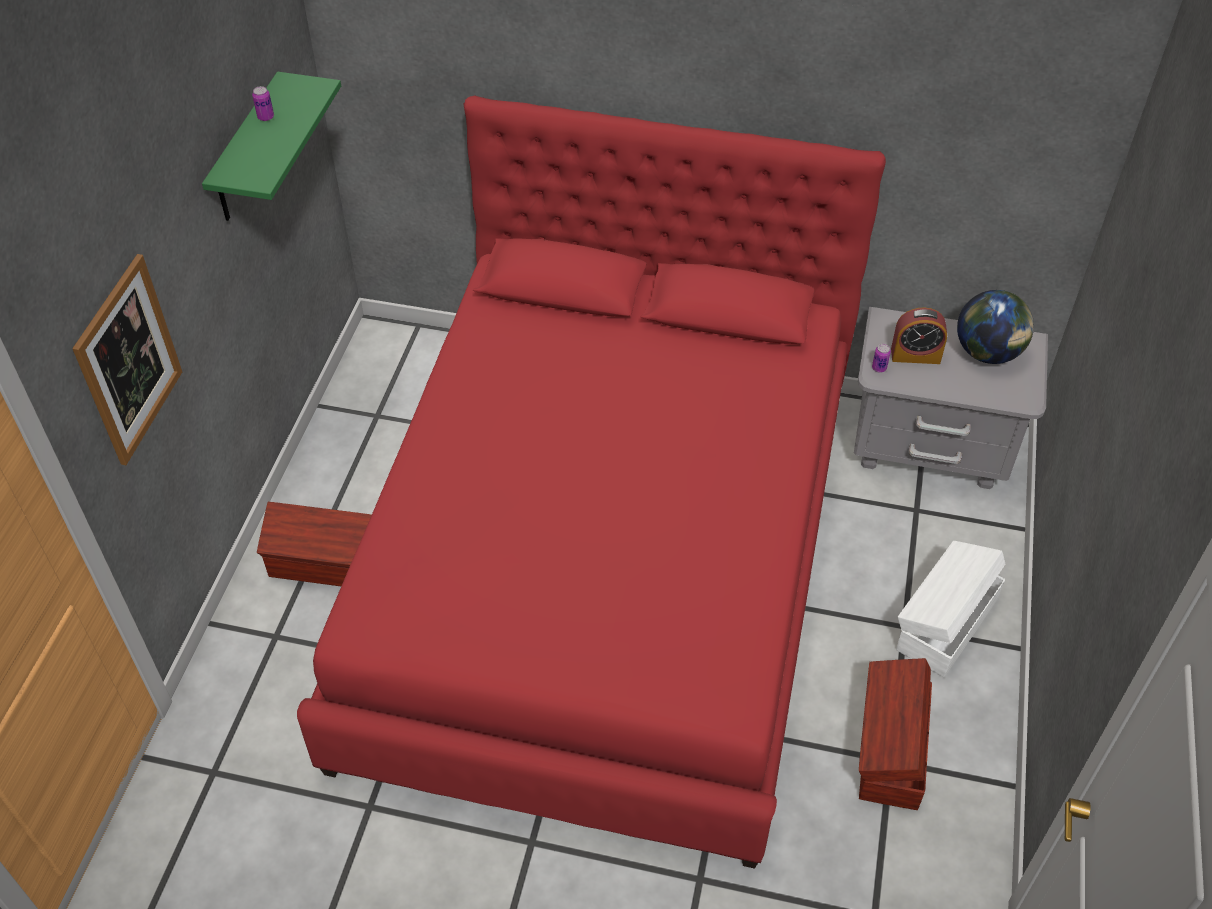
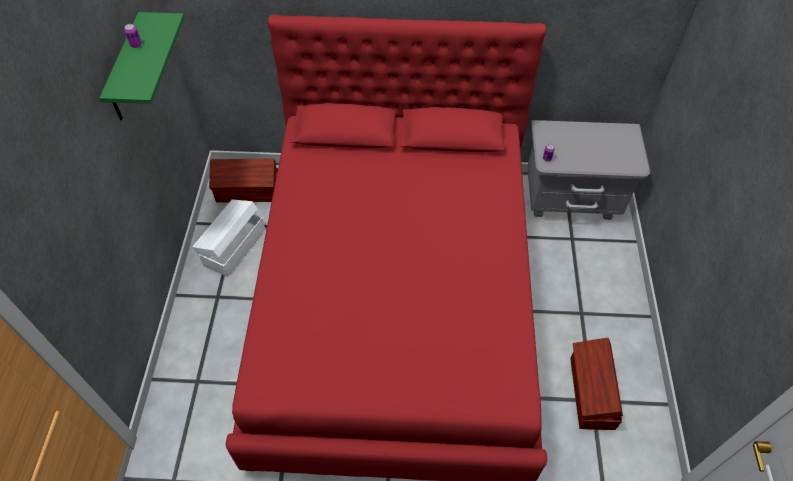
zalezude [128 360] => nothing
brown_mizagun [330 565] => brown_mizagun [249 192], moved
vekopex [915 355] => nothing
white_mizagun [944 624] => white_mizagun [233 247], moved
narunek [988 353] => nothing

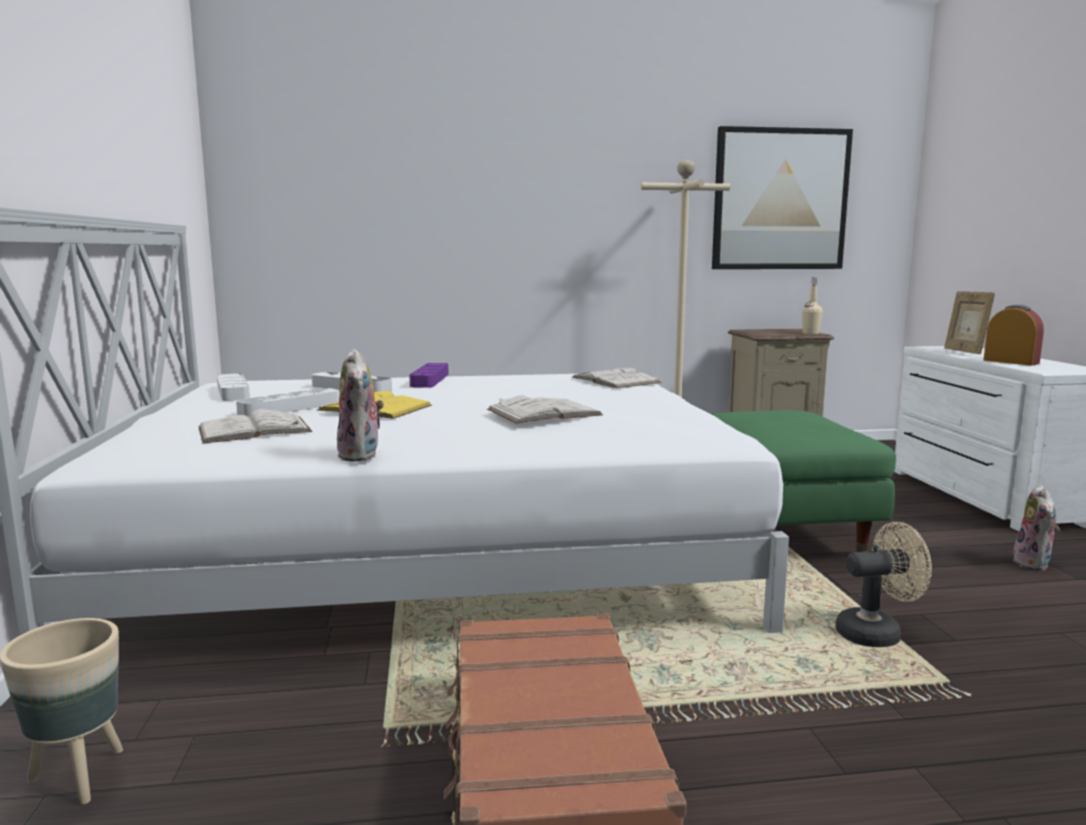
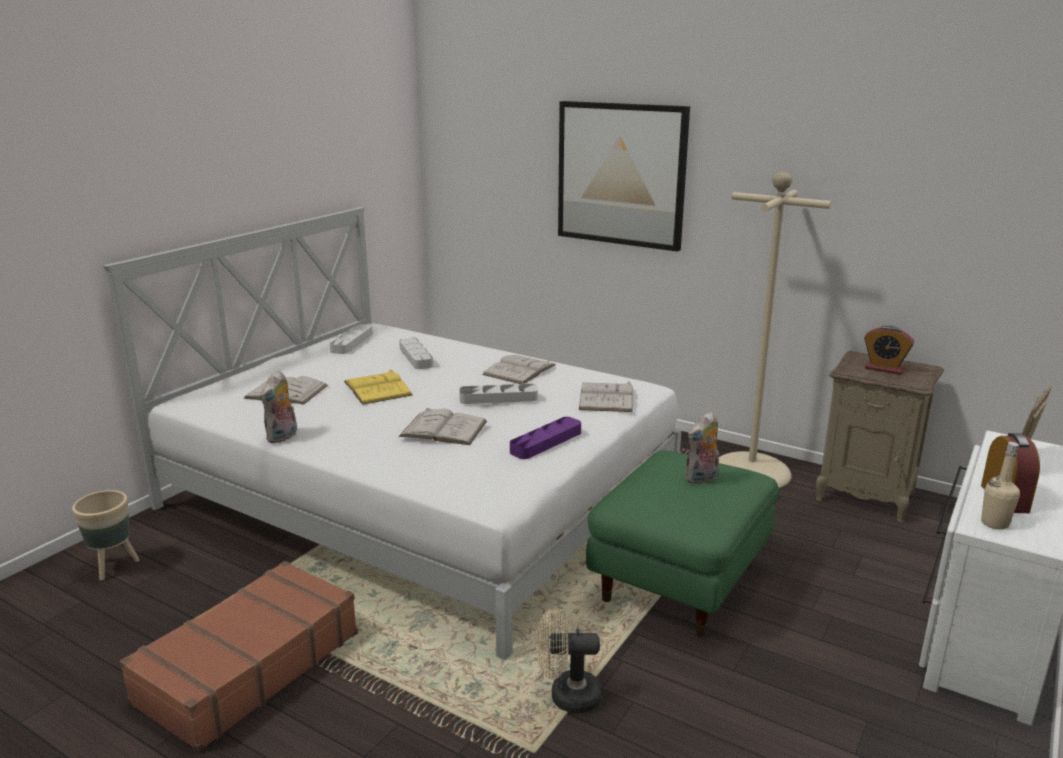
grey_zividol [290 408] => grey_zividol [498 398], moved
purple_zividol [430 380] => purple_zividol [546 442], moved
zalezude [780 200] => zalezude [621 174], moved
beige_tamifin [810 333] => beige_tamifin [994 523], moved
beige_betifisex [877 633] => beige_betifisex [566 696], 150 degrees clockwise
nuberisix [1034 564] => nuberisix [702 479], moved
nothing => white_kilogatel [519 370]
nothing => vekopex [884 369]

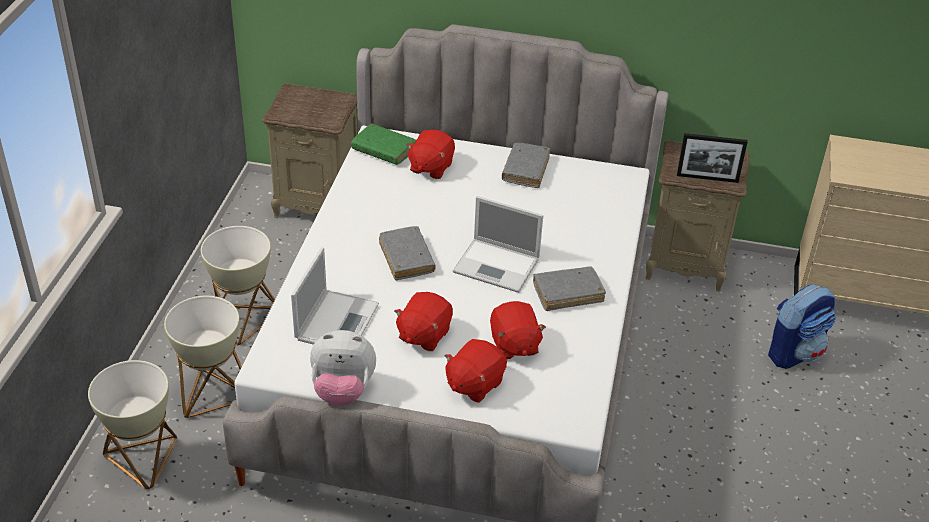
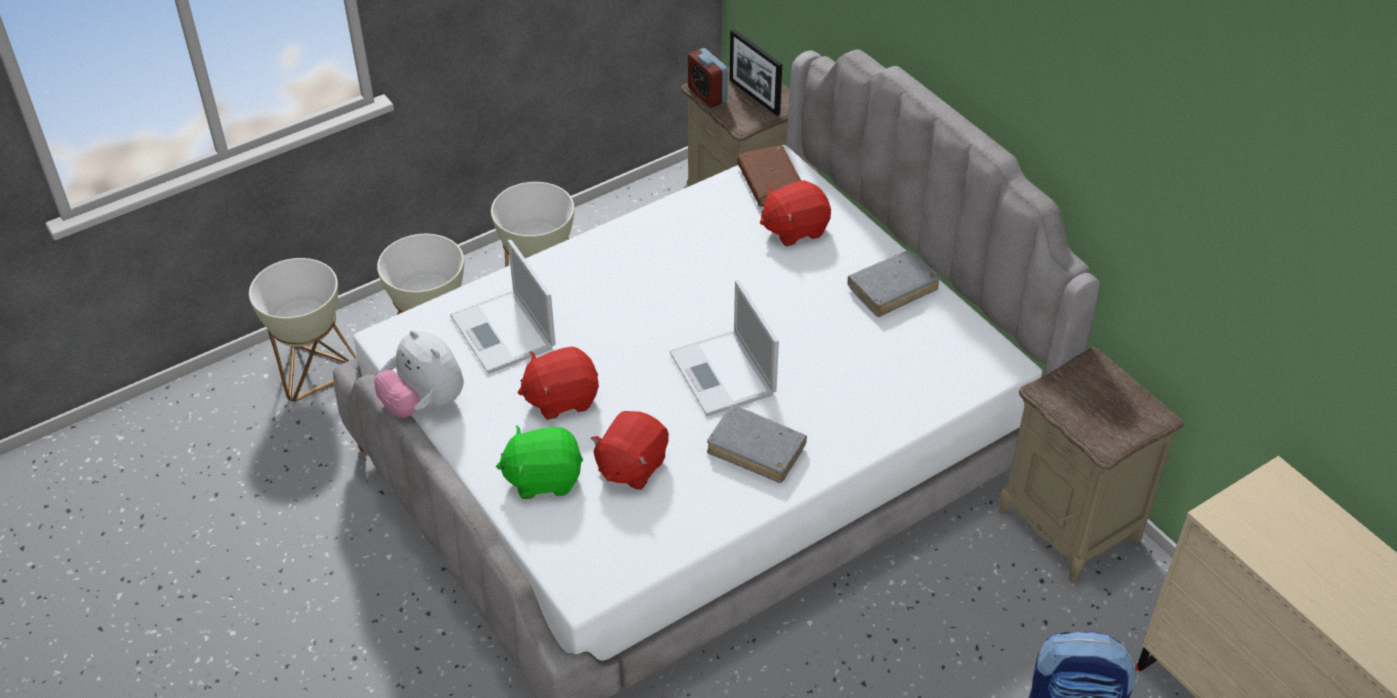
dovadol [337 320] => dovadol [504 333], 90 degrees clockwise
green_kilogatel [384 150] => brown_kilogatel [770 183]
grey_kilogatel [406 258] => nothing
red_nuberisix [474 384] => green_nuberisix [543 478]
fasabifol [707 178] => fasabifol [754 97], moved
nothing => vekopex [707 95]

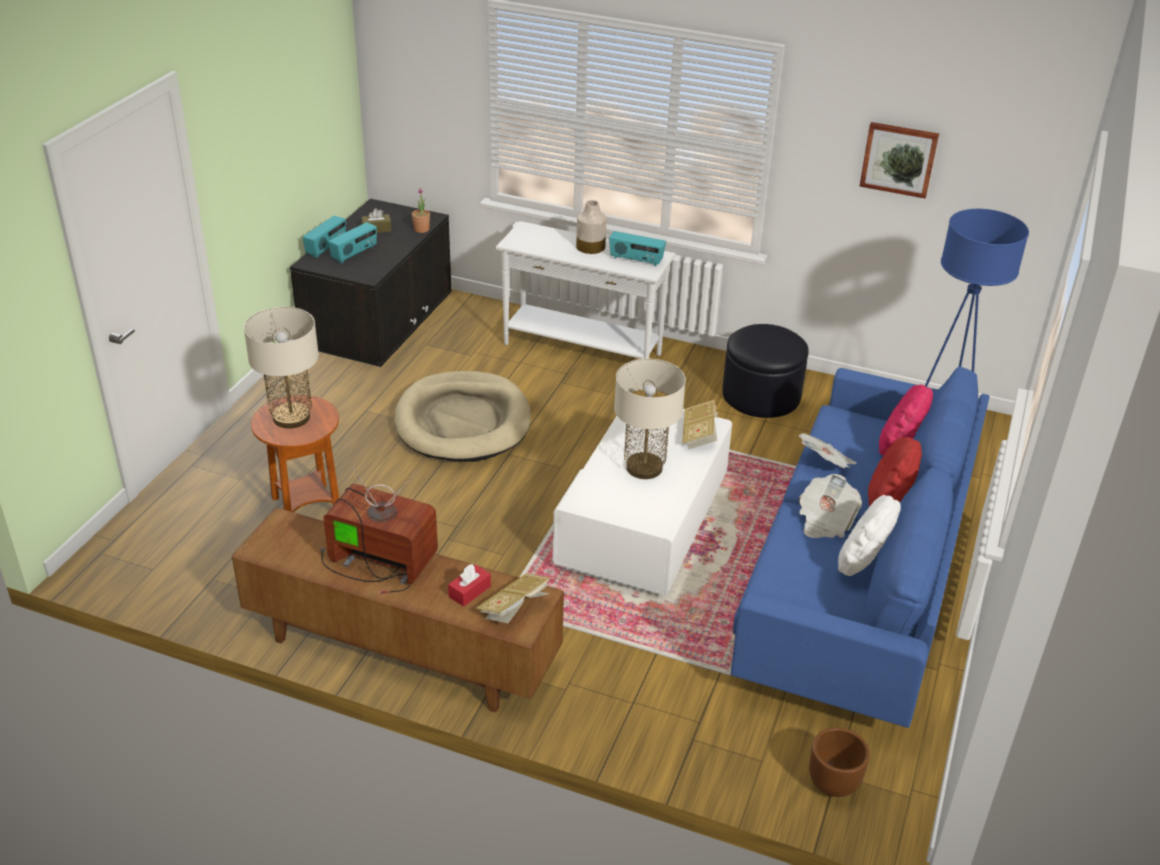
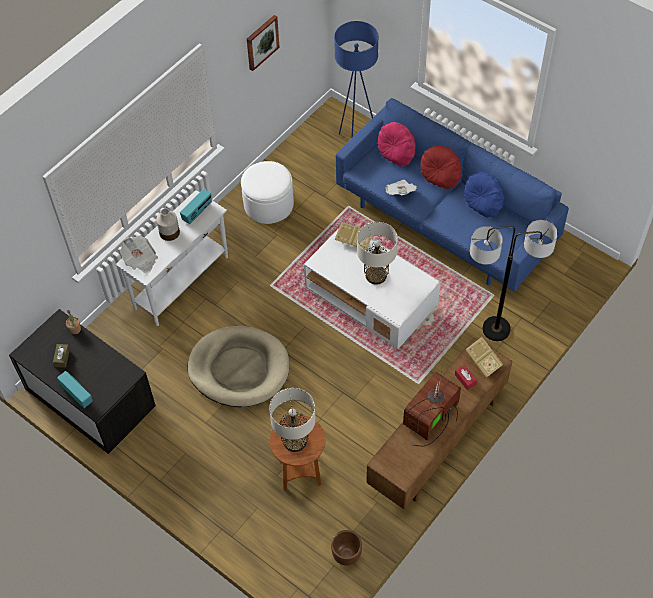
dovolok [354 254] => nothing
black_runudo [761 395] => white_runudo [268 204]
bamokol [825 521] => bamokol [140 260], moved
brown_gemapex [832 784] => brown_gemapex [346 555], moved
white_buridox [863 565] => blue_buridox [482 207]
nothing => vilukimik [496 329]

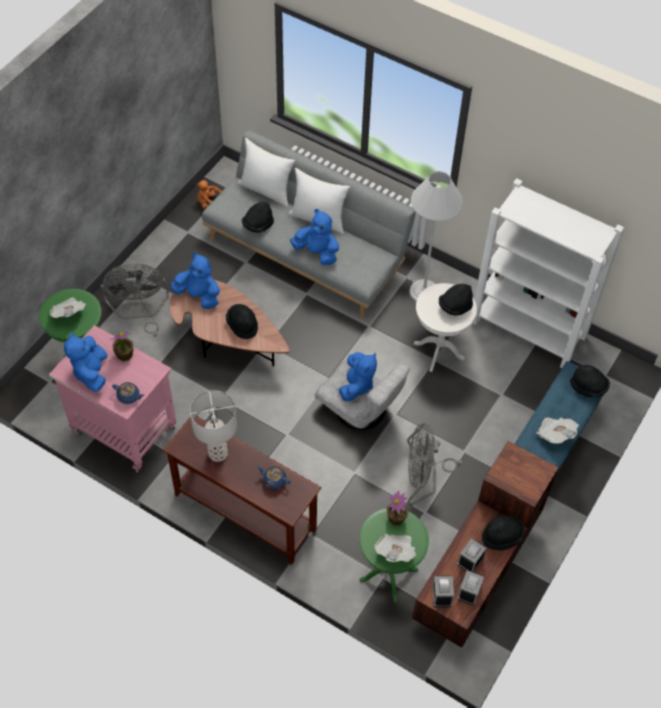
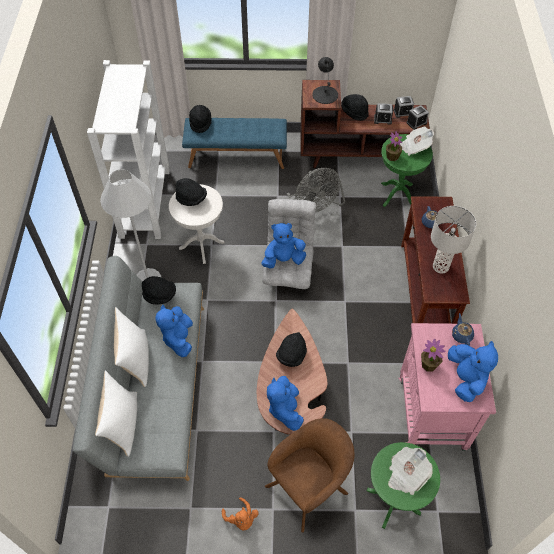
blue_nuberisix [91 372] => blue_nuberisix [466 378], 60 degrees counterclockwise
grey_betifisex [140 310] => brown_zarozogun [310 487]
orange_nuberisix [210 203] => orange_nuberisix [241 519], moved
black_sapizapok [258 225] => black_sapizapok [160 295], moved
bamokol [555 434] => nothing
nothing => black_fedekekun [325 94]

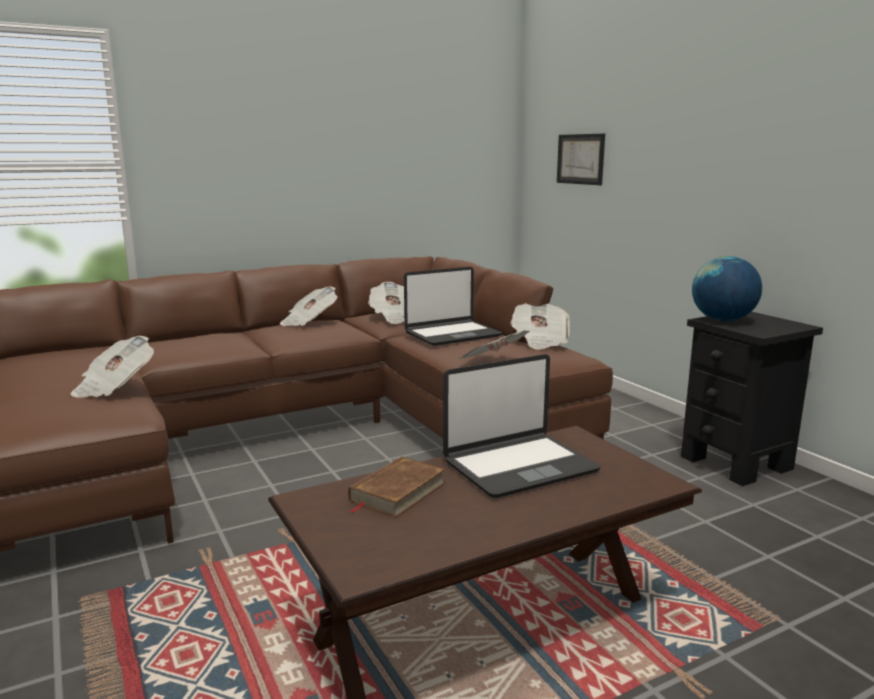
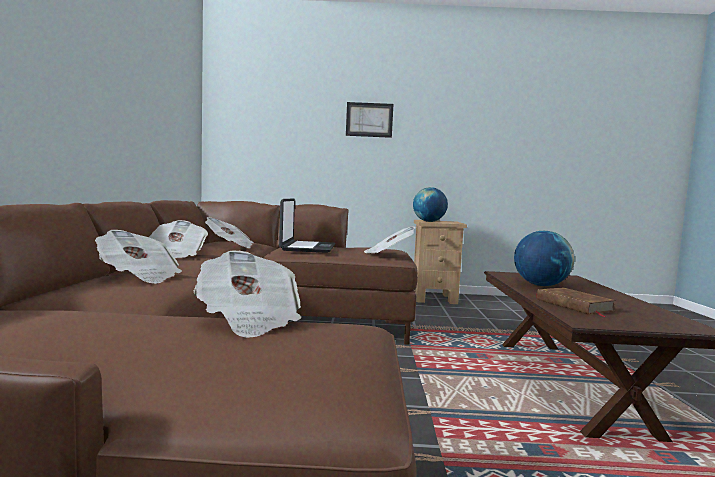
dovadol [519 466] => narunek [540 285]
bamokol [540 341] => bamokol [140 277], moved
zalezude [580 159] => zalezude [369 120], moved
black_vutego [735 463] => beige_vutego [434 298]

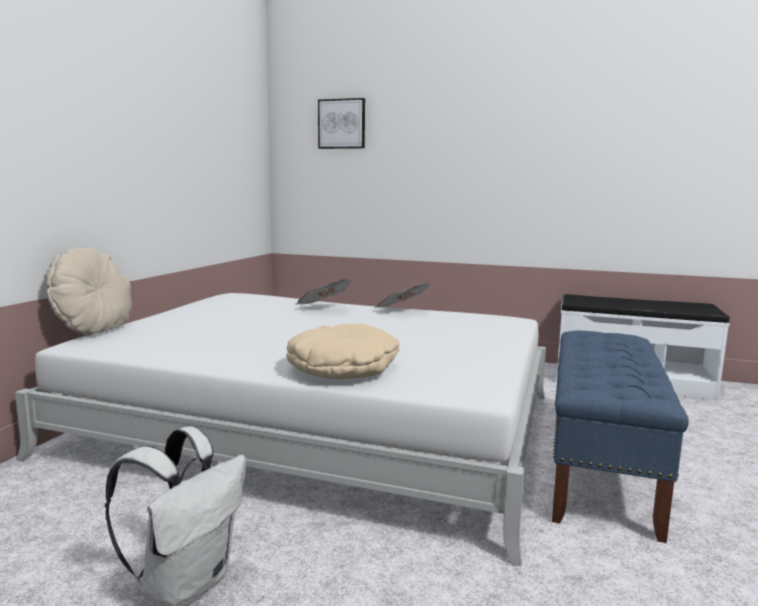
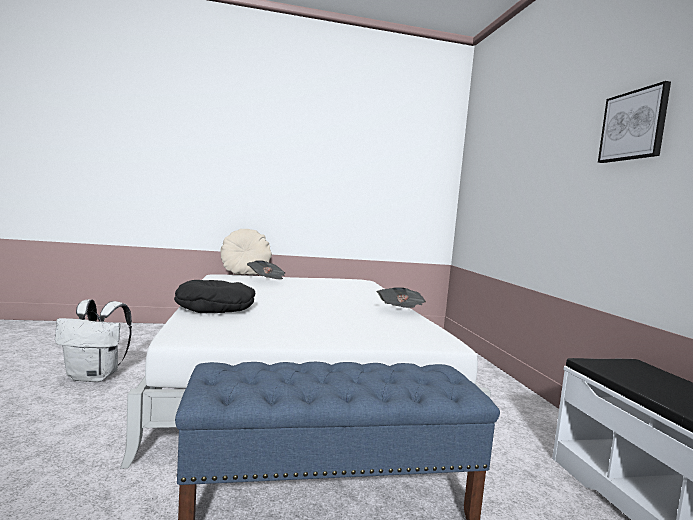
beige_buridox [341 368] => black_buridox [215 308]
bamokol [323 308] => bamokol [267 281], moved
zalezude [342 124] => zalezude [633 125], moved

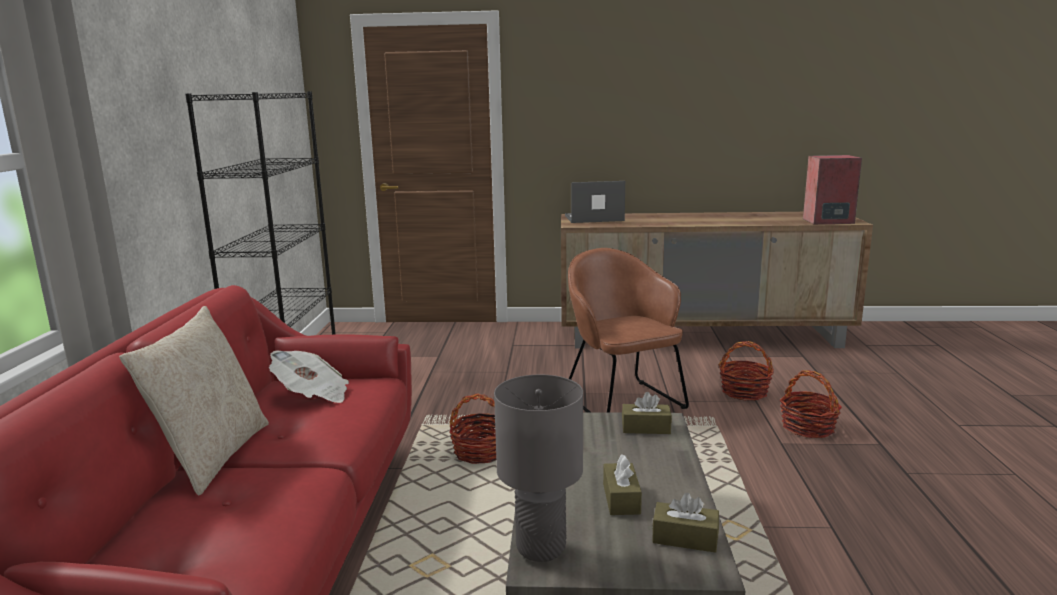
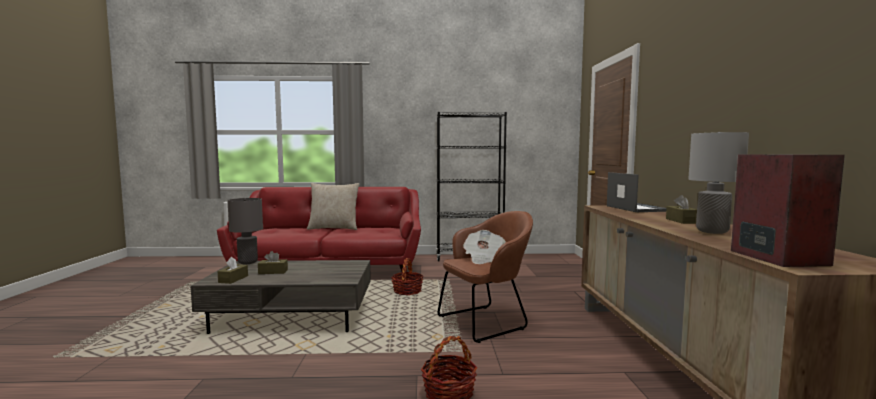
bamokol [313 395] => bamokol [483 258], moved
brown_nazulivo [646 428] => brown_nazulivo [681 221], moved
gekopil [744 392] => nothing
nothing => grey_fedekekun [711 232]

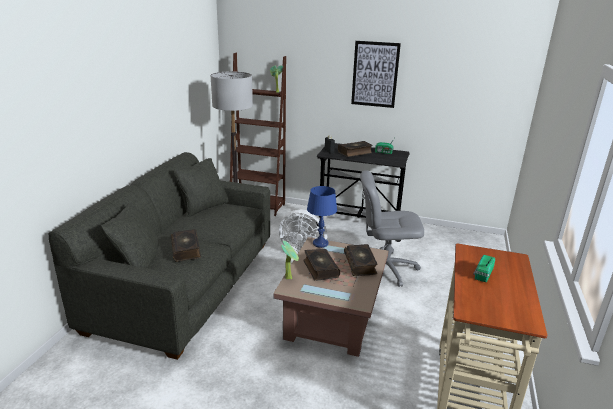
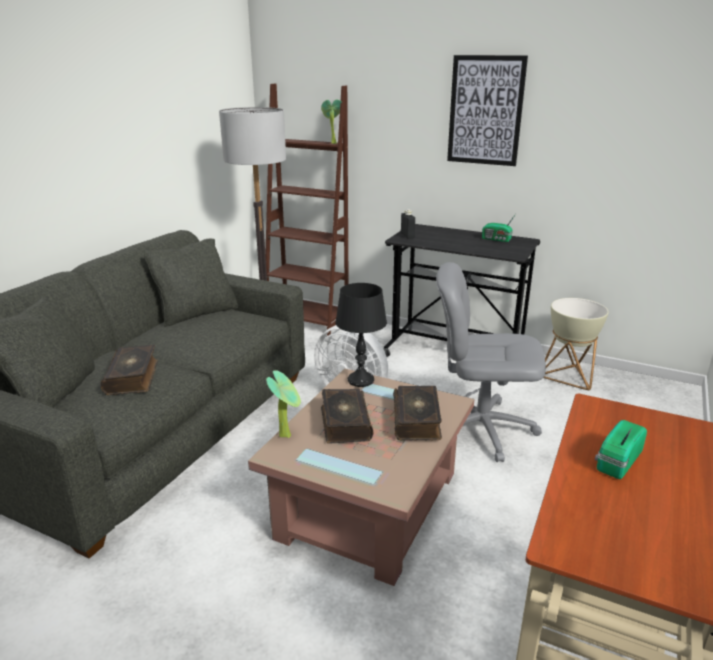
blue_fedekekun [320 243] => black_fedekekun [360 380]
kilogatel [355 153] => nothing
nothing => gemapex [568 377]

